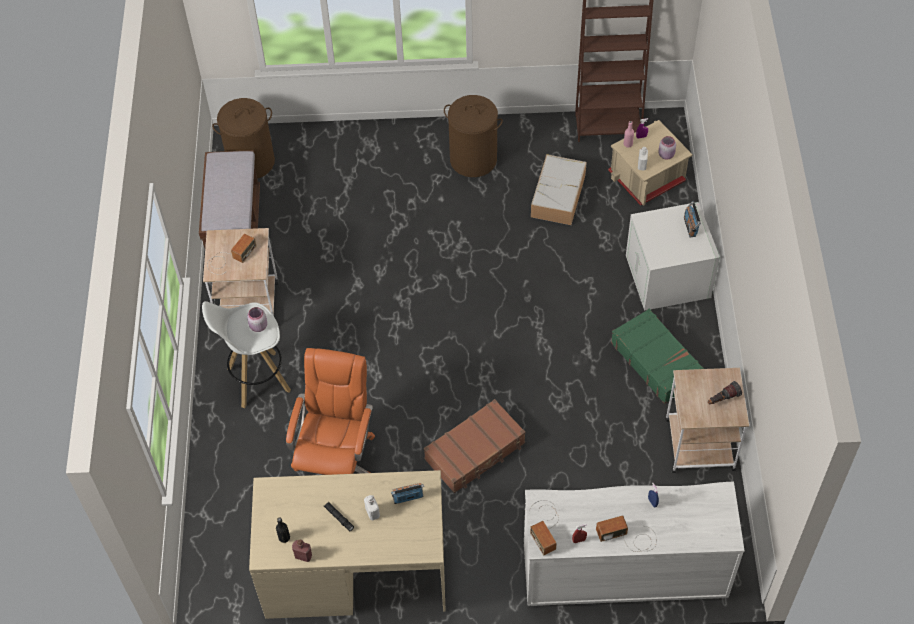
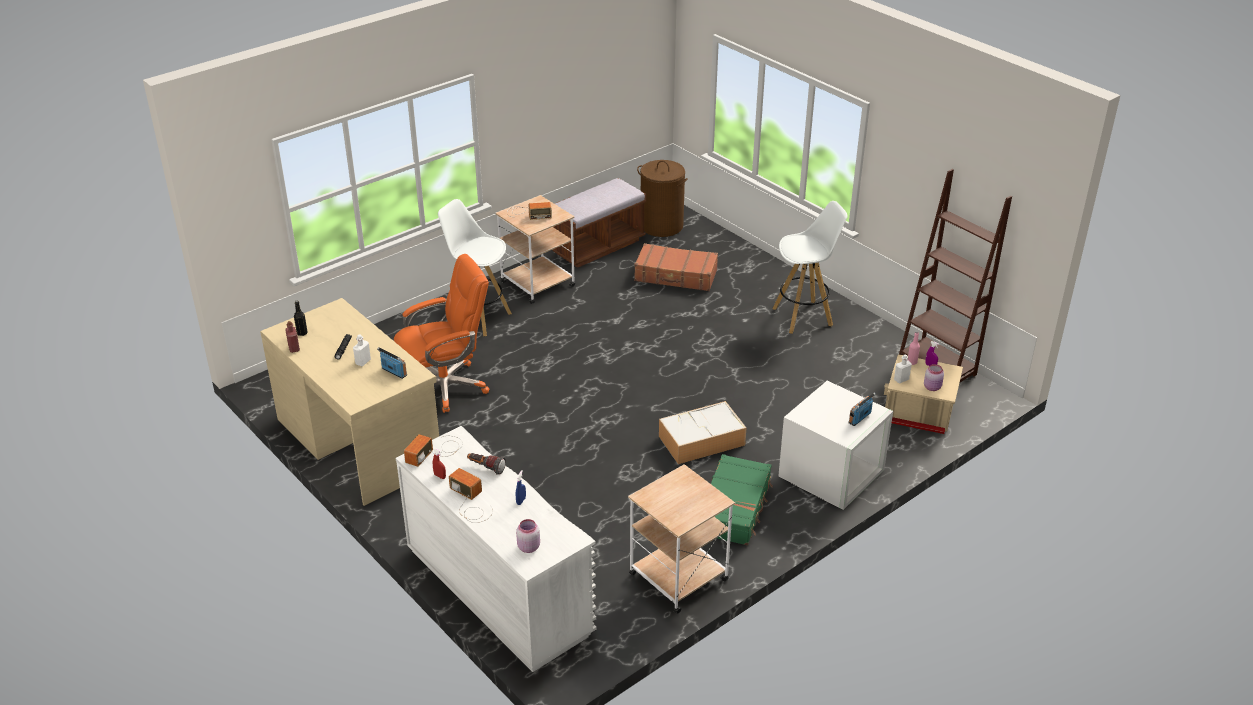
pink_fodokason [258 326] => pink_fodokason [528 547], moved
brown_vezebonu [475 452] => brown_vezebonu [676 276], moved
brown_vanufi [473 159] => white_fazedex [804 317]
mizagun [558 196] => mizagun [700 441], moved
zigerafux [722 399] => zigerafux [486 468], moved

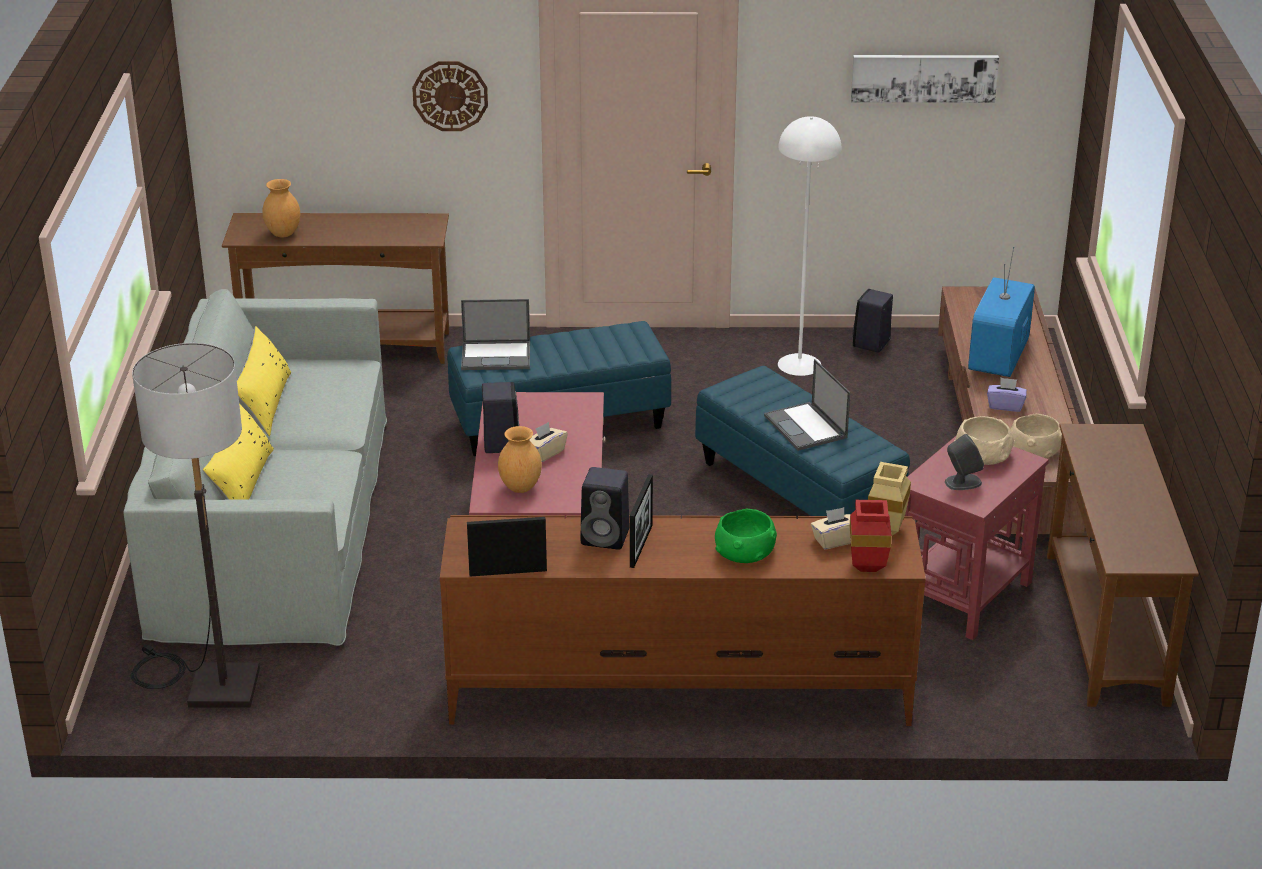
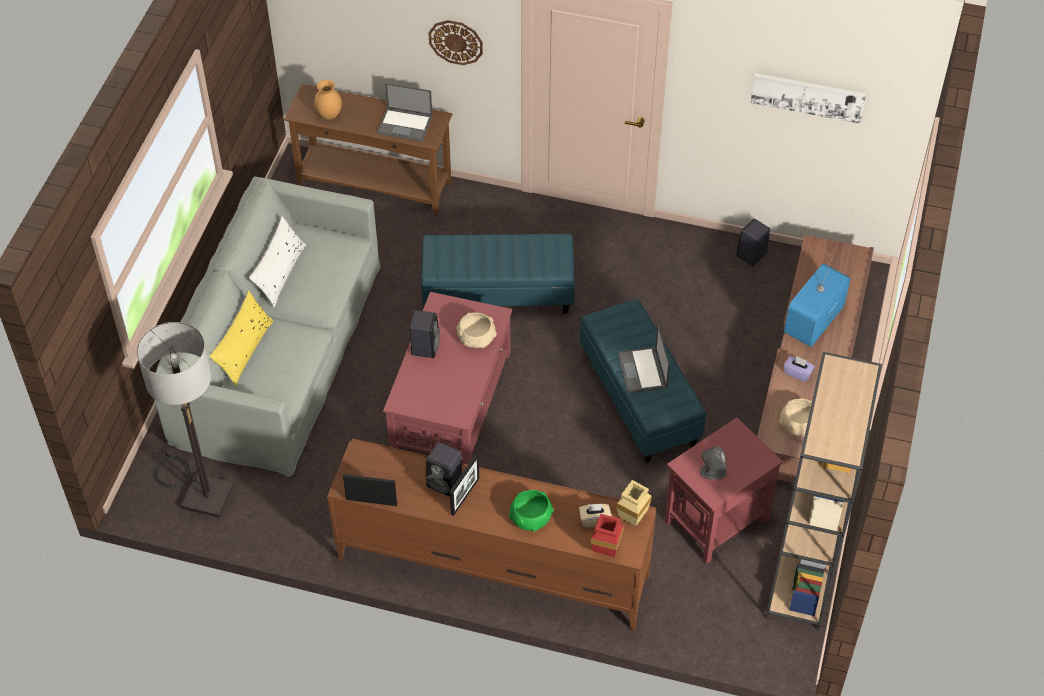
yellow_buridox [265 403] => white_buridox [280 273]
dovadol [497 356] => dovadol [405 124], moved
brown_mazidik [520 487] => nothing
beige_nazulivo [545 453] => nothing
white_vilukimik [799 364] => nothing
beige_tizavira [983 454] => beige_tizavira [476 337], moved
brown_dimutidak [1107 629] => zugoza [803 575]

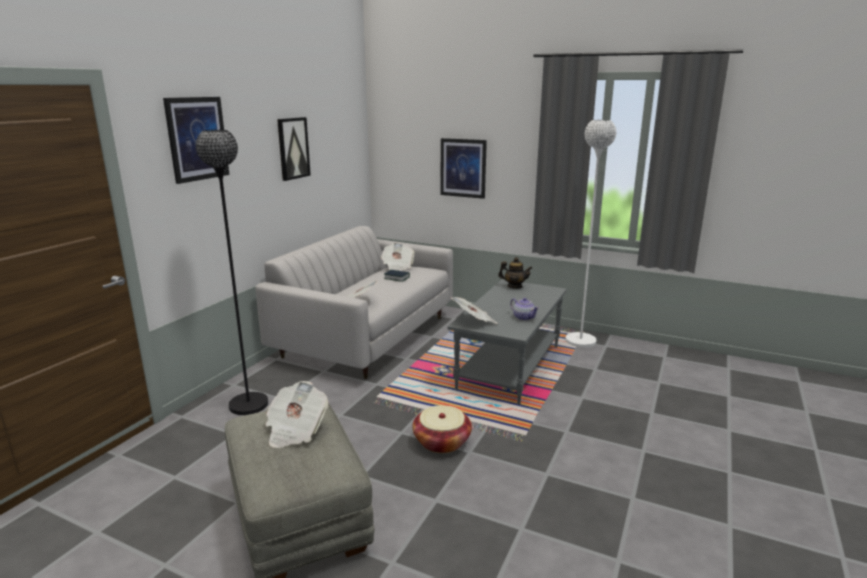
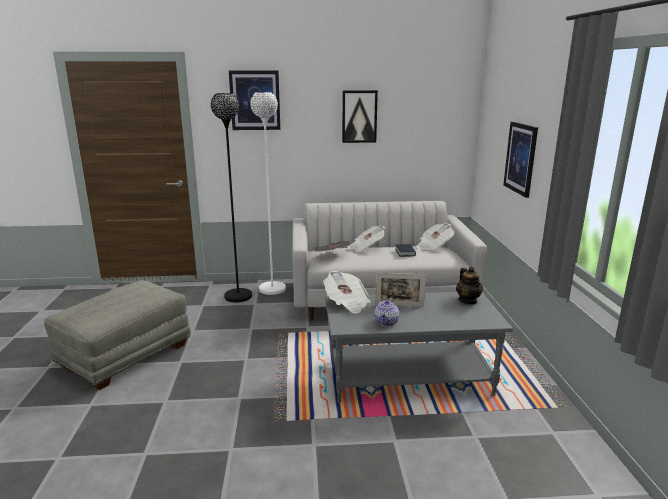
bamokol [295 430] => bamokol [366 248], moved
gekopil [442 442] => nothing
white_vilukimik [580 341] => white_vilukimik [272 289], moved
nothing => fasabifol [399 305]

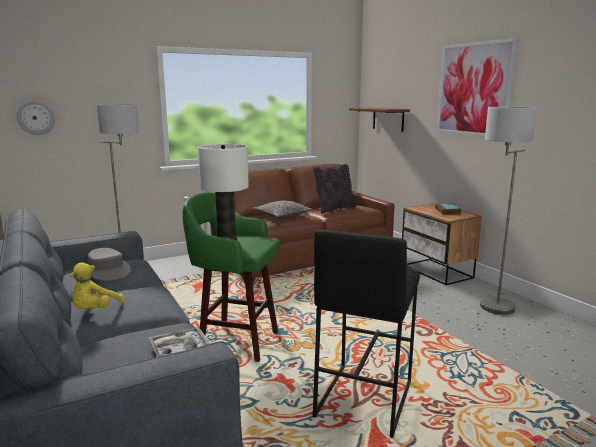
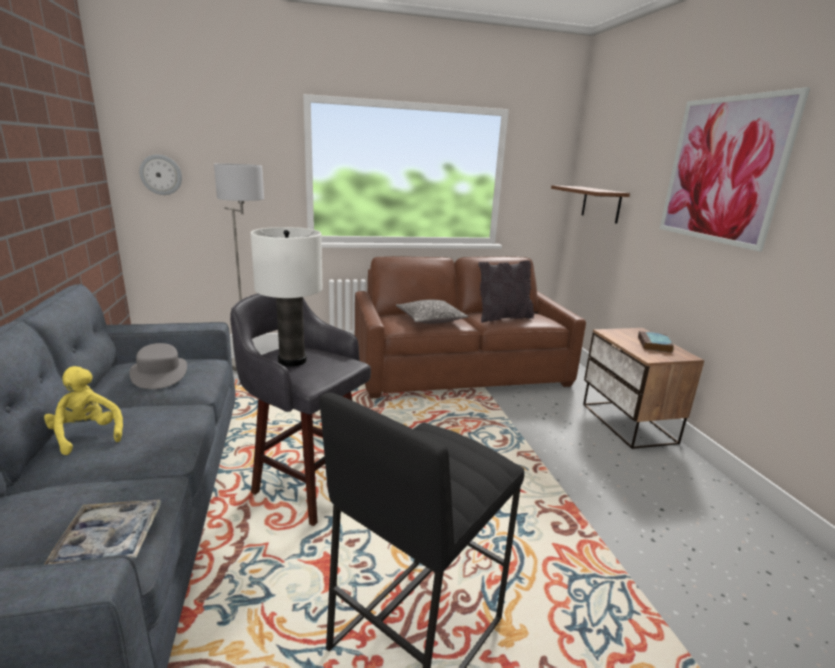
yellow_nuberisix [95 311] => yellow_nuberisix [87 435], 105 degrees clockwise
green_fazedex [235 341] => grey_fazedex [306 485]
grey_vilukimik [491 310] => nothing

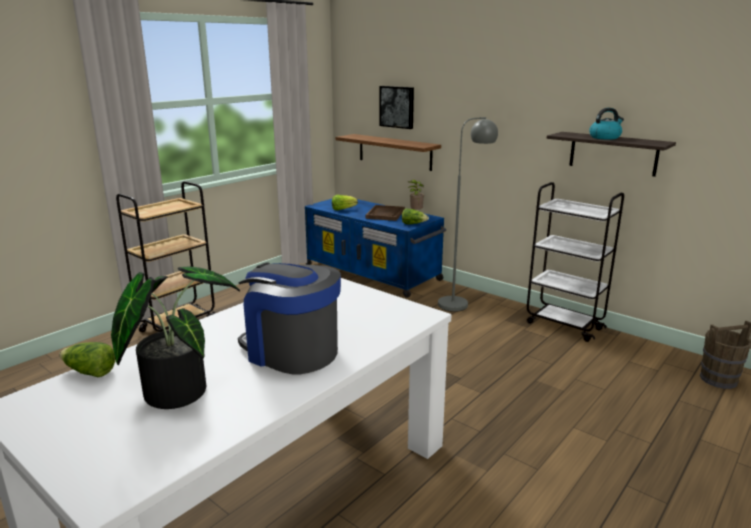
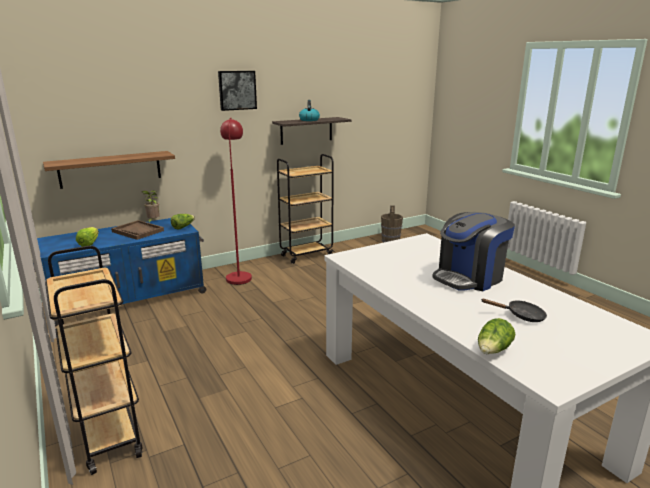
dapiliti [176 389] => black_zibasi [521 316]
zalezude [397 107] => zalezude [237 90], moved
grey_vilukimik [460 303] => red_vilukimik [239 276]
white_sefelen [565 326] => brown_sefelen [306 255]

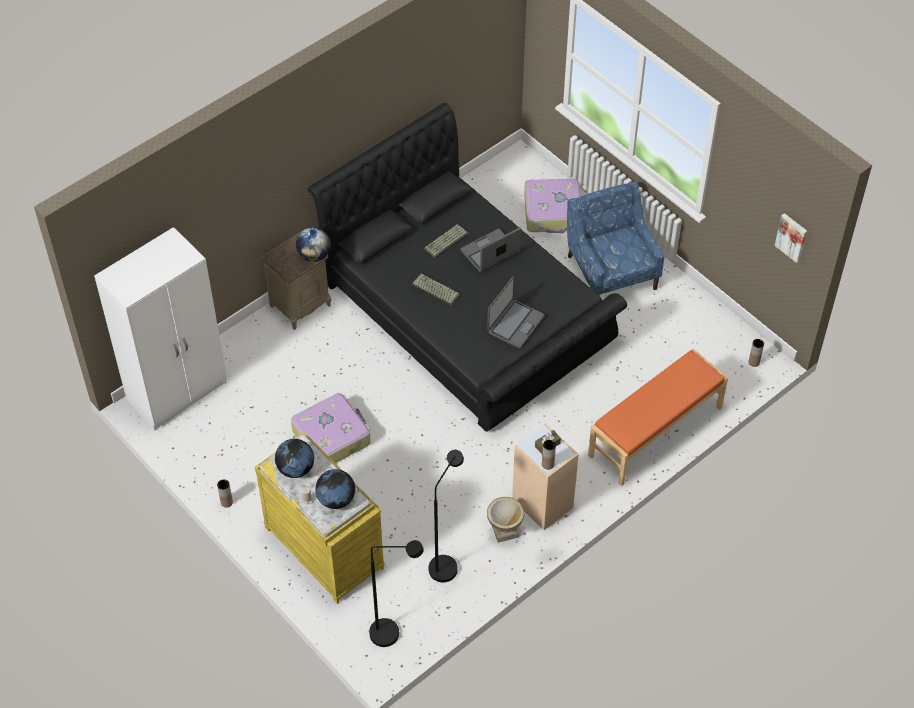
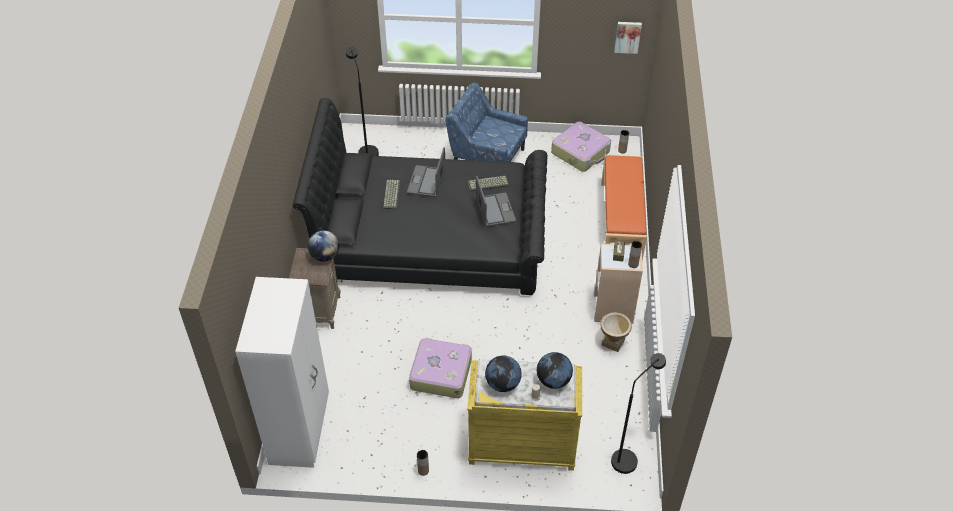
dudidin [434 290] => dudidin [487 184], moved
black_vilukimik [446 562] => black_vilukimik [366 150], moved
vezebonu [553 213] => vezebonu [581 152], moved

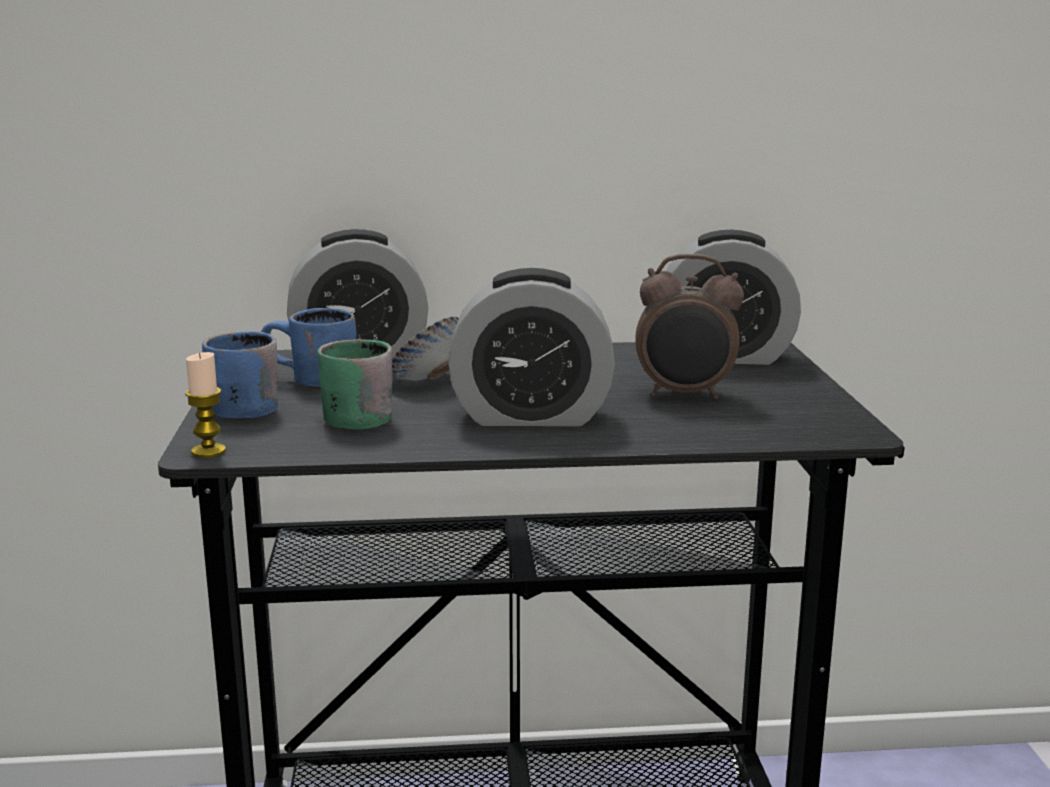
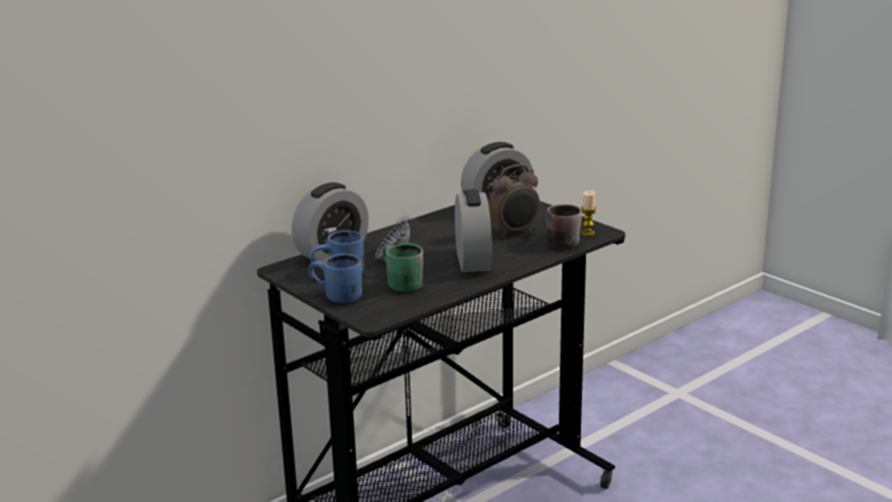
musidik [208 451] => musidik [587 233], moved
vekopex [531 416] => vekopex [473 261], 60 degrees counterclockwise
nothing => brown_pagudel [559 240]

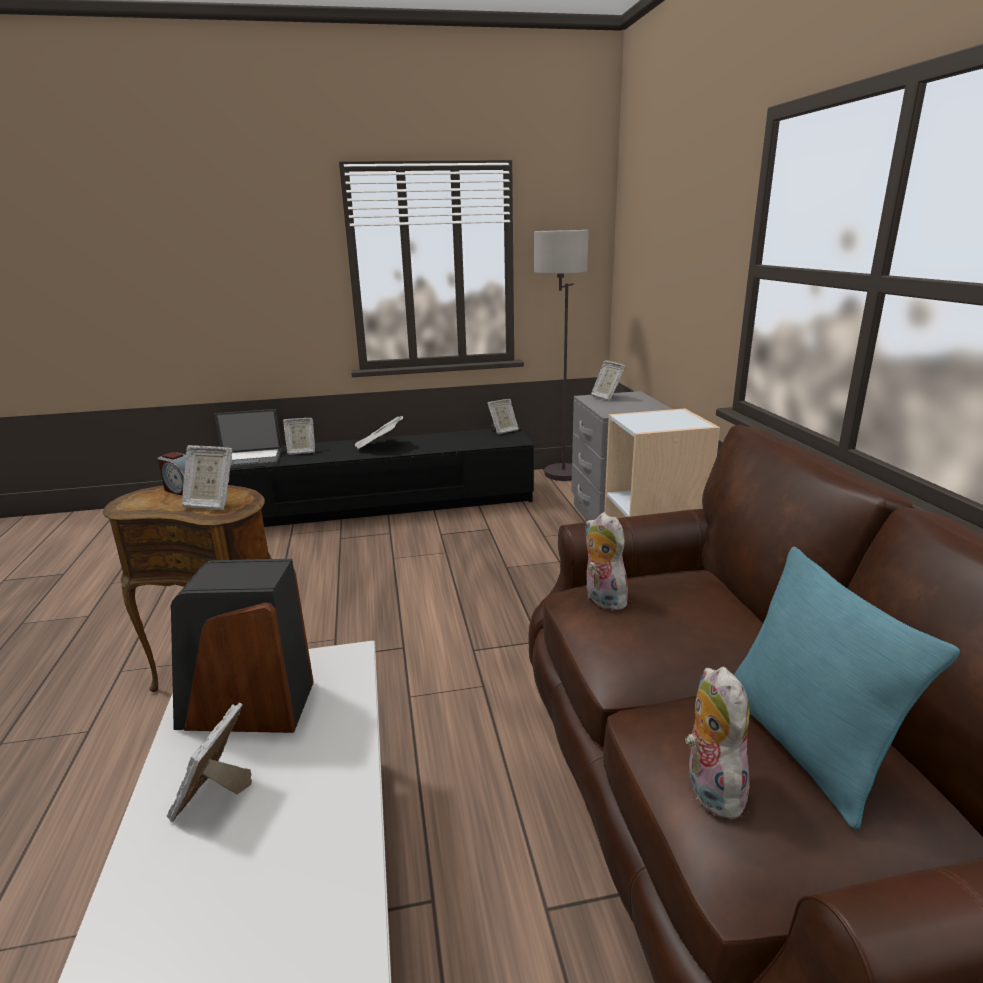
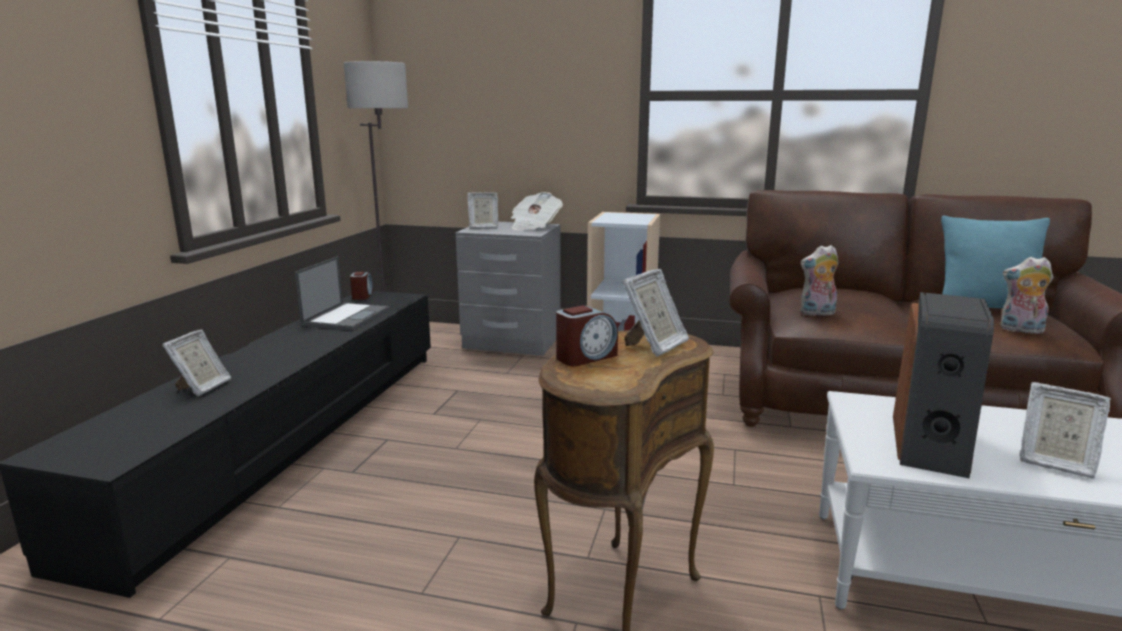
dovadol [250 459] => dovadol [347 317], moved
bamokol [378 446] => bamokol [534 226], moved
fasabifol [503 431] => vekopex [362 296]

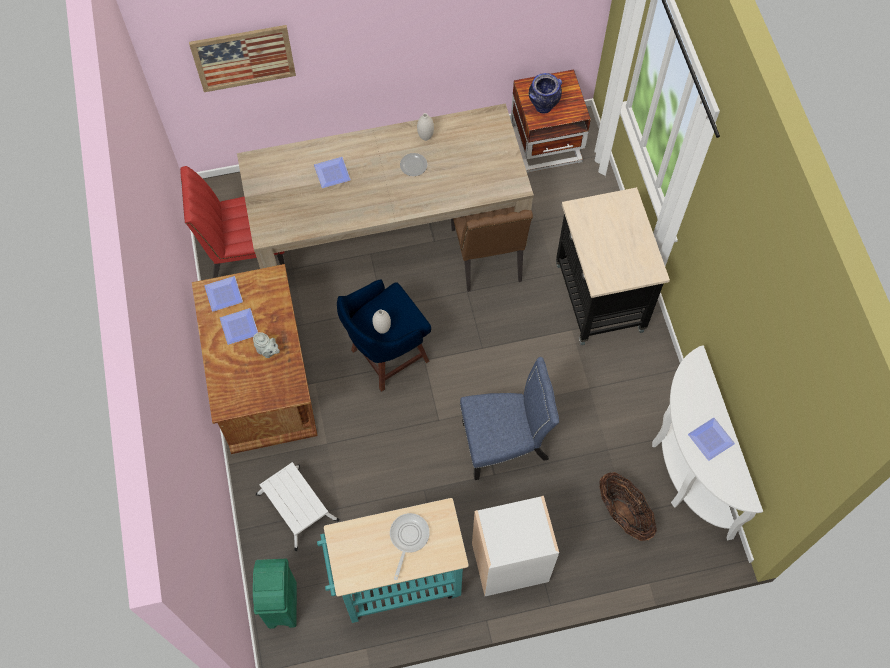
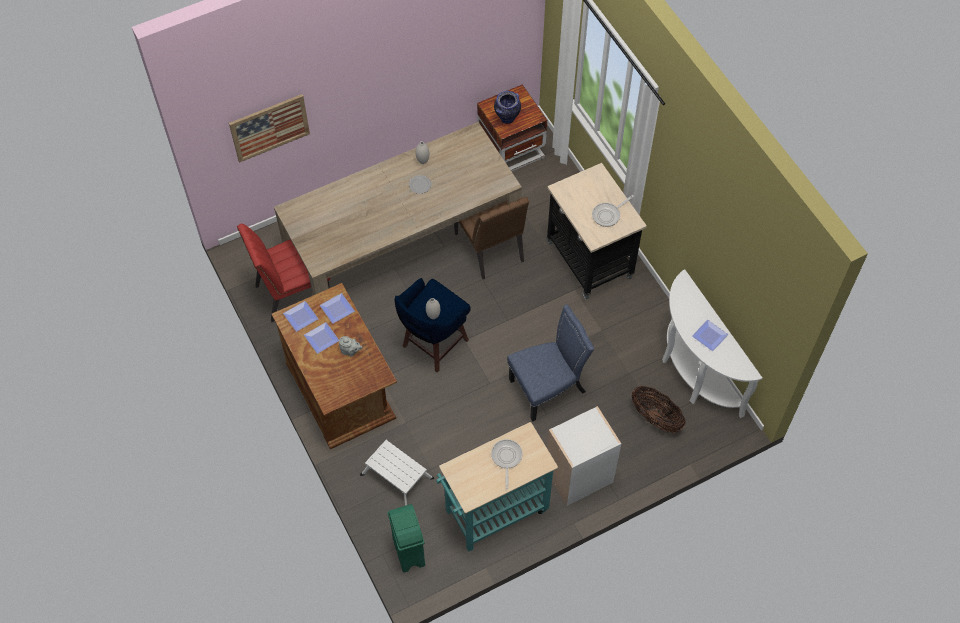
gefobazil [331 173] => gefobazil [336 309], moved
nothing => zibasi [608 215]

